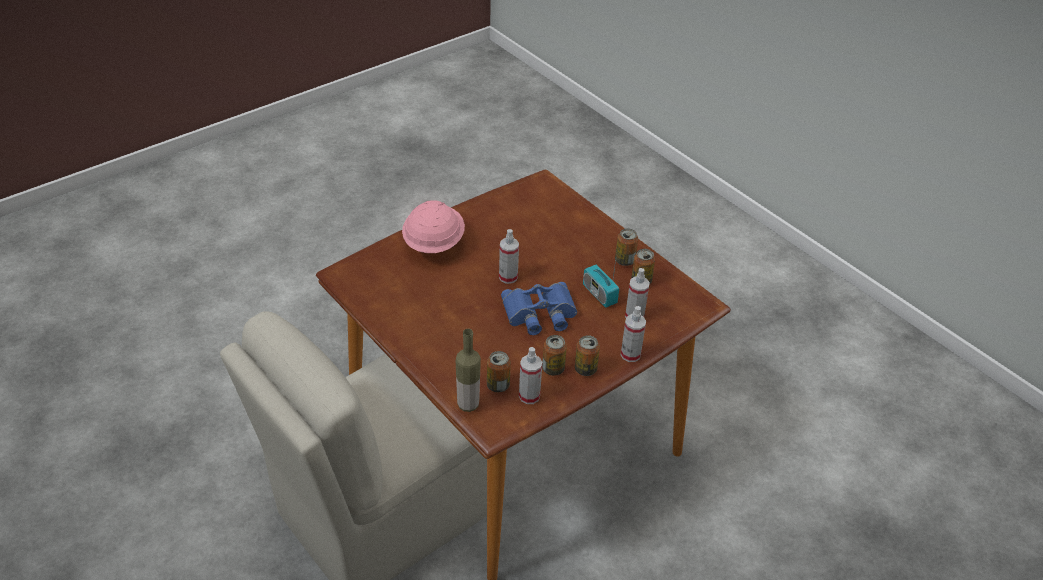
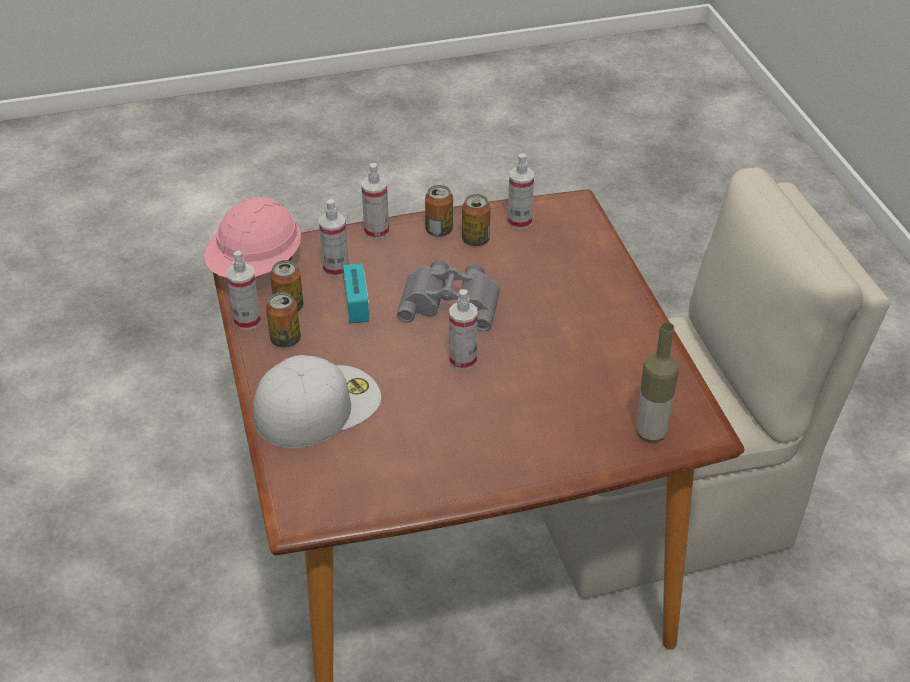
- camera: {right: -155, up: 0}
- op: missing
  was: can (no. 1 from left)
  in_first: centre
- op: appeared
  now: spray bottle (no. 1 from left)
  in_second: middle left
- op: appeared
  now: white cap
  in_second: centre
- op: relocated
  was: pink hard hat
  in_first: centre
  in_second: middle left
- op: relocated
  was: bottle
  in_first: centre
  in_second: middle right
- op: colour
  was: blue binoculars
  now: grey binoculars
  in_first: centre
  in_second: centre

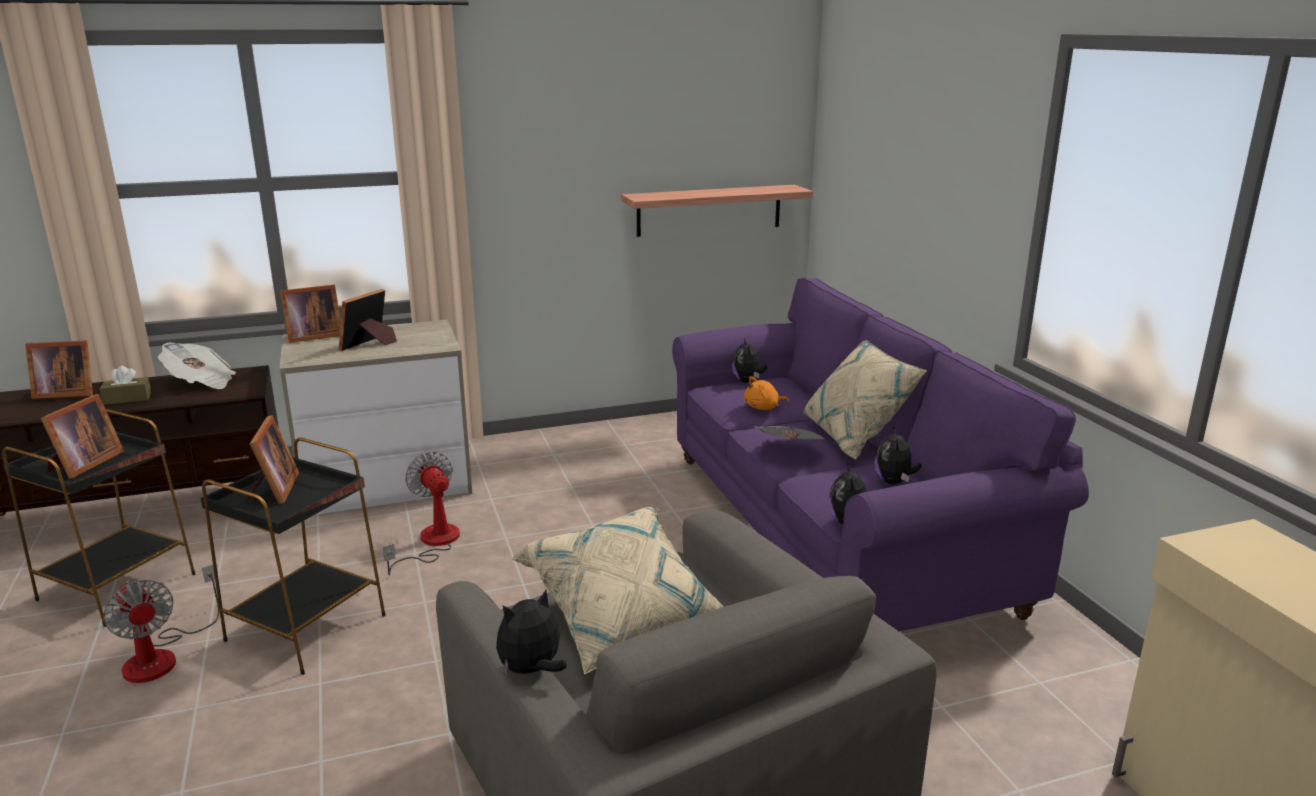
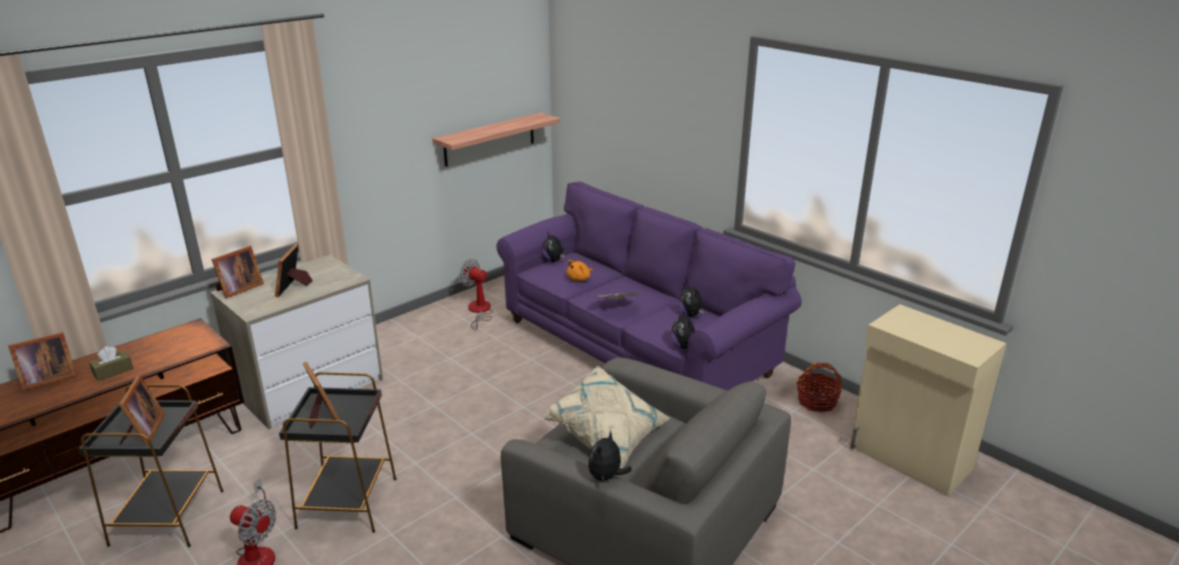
- camera: {right: -25, up: 5}
- op: missing
  was: newspaper (no. 1 from left)
  in_first: middle left
- op: missing
  was: beige pillow (no. 2 from left)
  in_first: centre
- op: appeared
  now: basket
  in_second: bottom right
- op: relocated
  was: fan (no. 2 from left)
  in_first: middle left
  in_second: centre

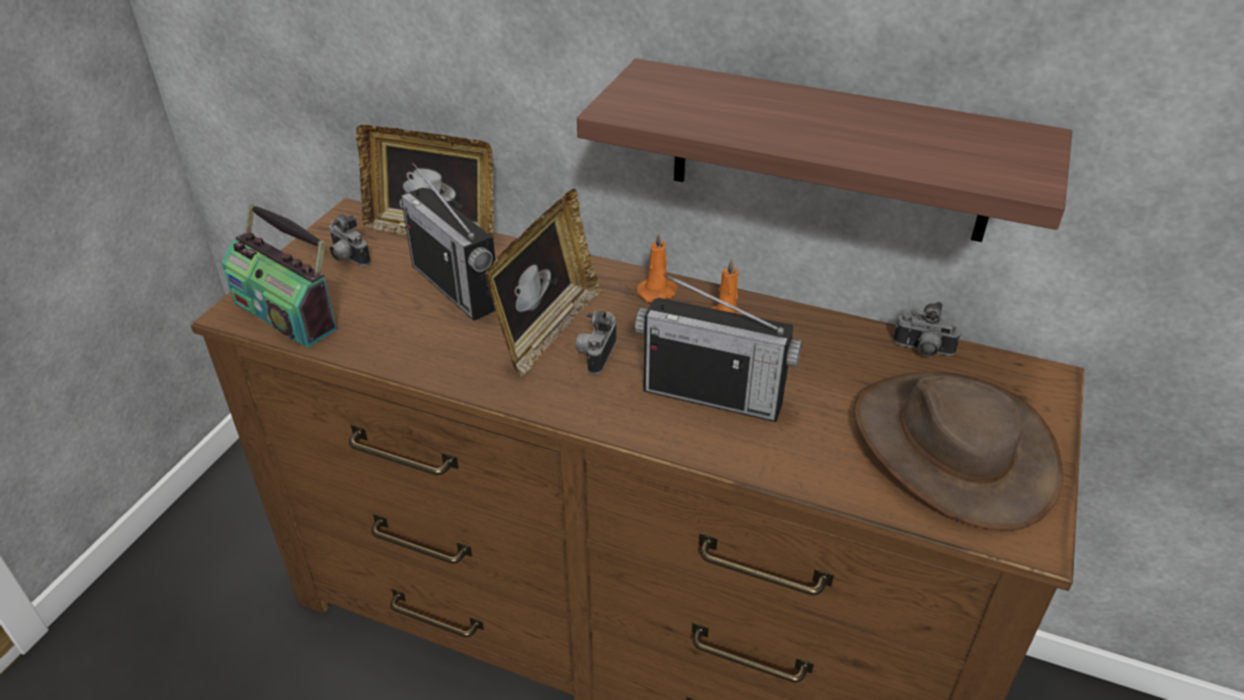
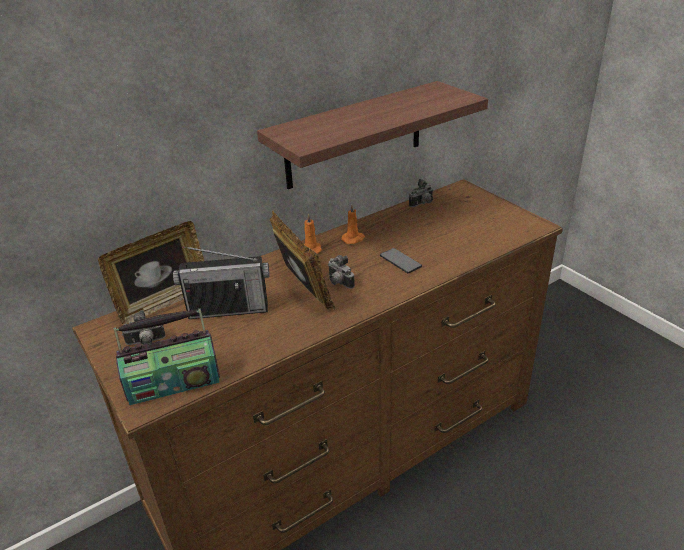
- camera: {right: -55, up: -5}
- op: missing
  was: brown hat
  in_first: middle right
- op: exchanged
  was: radio (no. 3 from left)
  now: phone
  in_first: centre
  in_second: centre

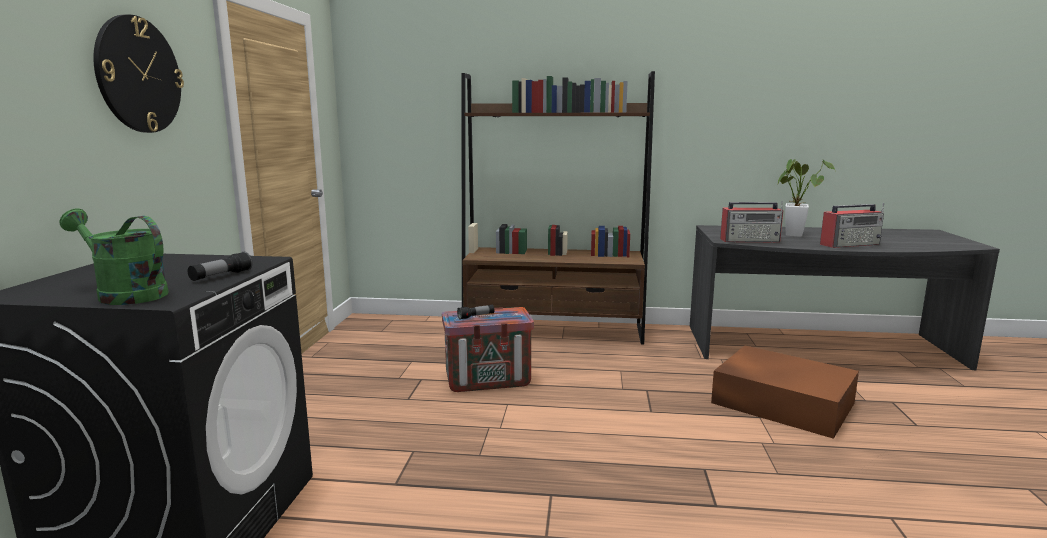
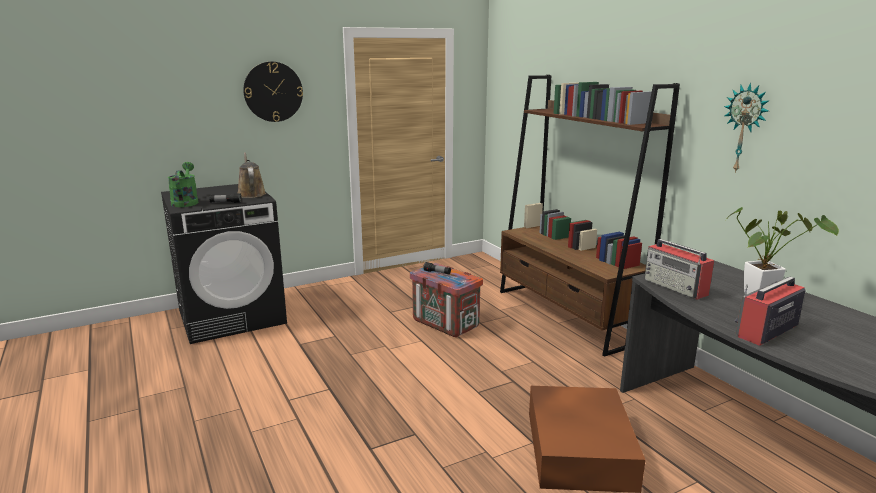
- camera: {right: 55, up: 5}
- op: appeared
  now: brown watering can
  in_second: middle left
- op: appeared
  now: wall clock (no. 2 from left)
  in_second: top right
- op: spun
  was: radio (no. 2 from left)
  in_first: middle right
  in_second: middle right
  clockwise: 105

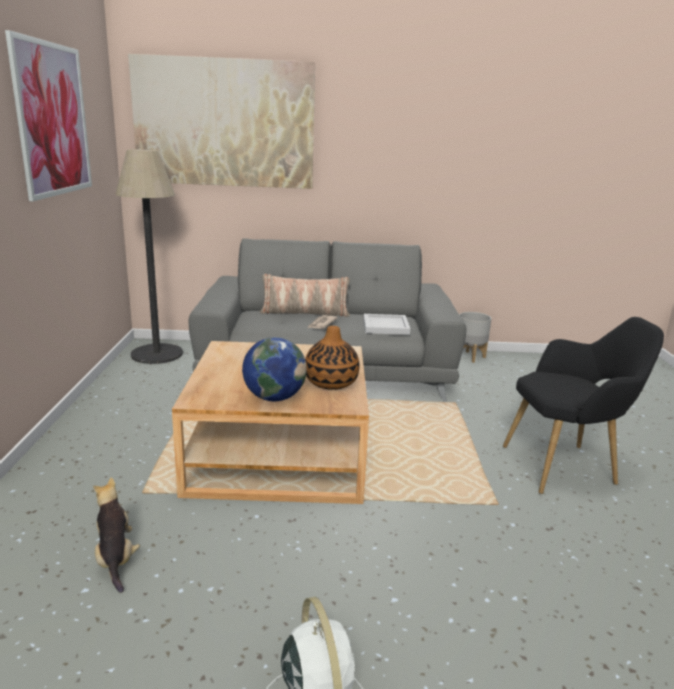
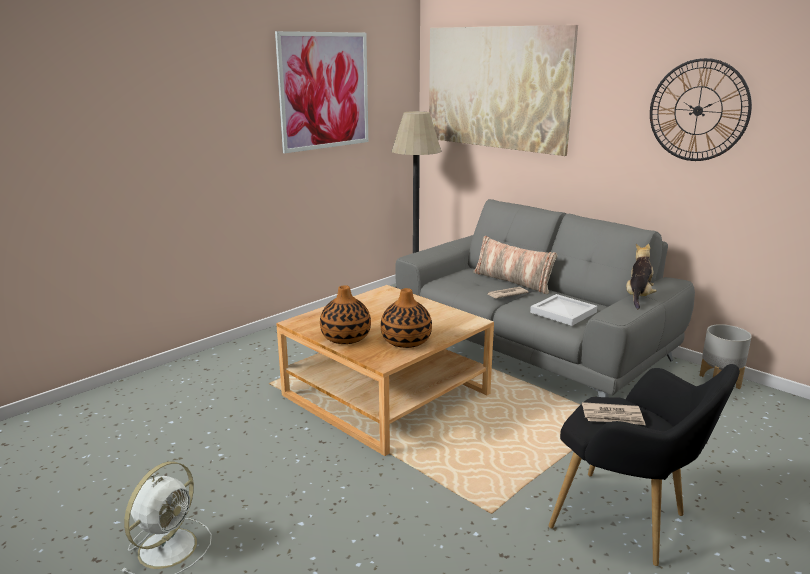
- camera: {right: 45, up: 0}
- op: appeared
  now: newspaper (no. 2 from left)
  in_second: bottom right
- op: appeared
  now: wall clock
  in_second: top right
- op: relocated
  was: plush toy
  in_first: bottom left
  in_second: middle right
- op: exchanged
  was: globe
  now: vase (no. 1 from left)
  in_first: centre
  in_second: centre

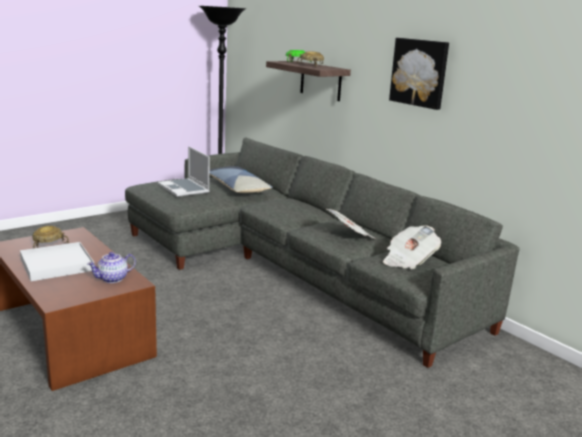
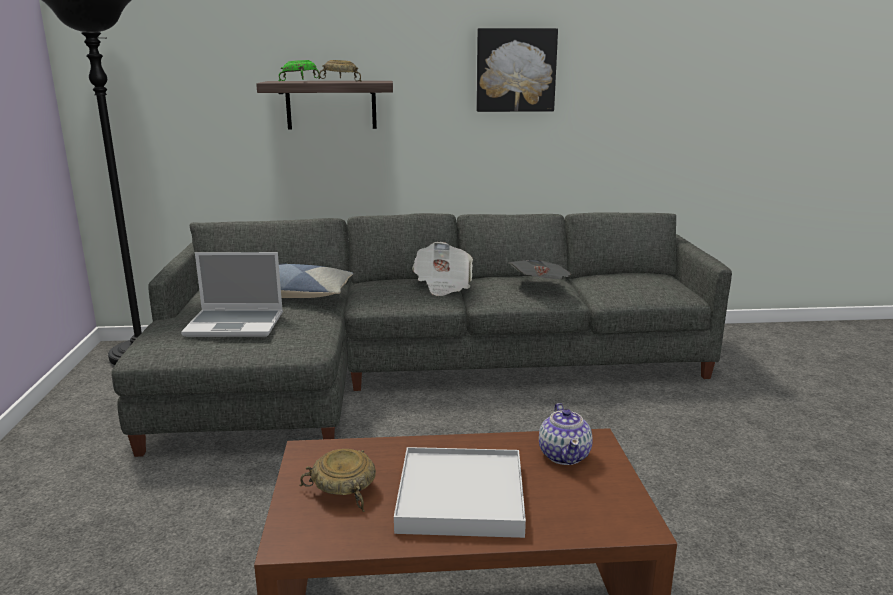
- camera: {right: -55, up: 0}
- op: relocated
  was: newspaper (no. 2 from left in the first image)
  now: newspaper (no. 1 from left)
  in_first: middle right
  in_second: centre

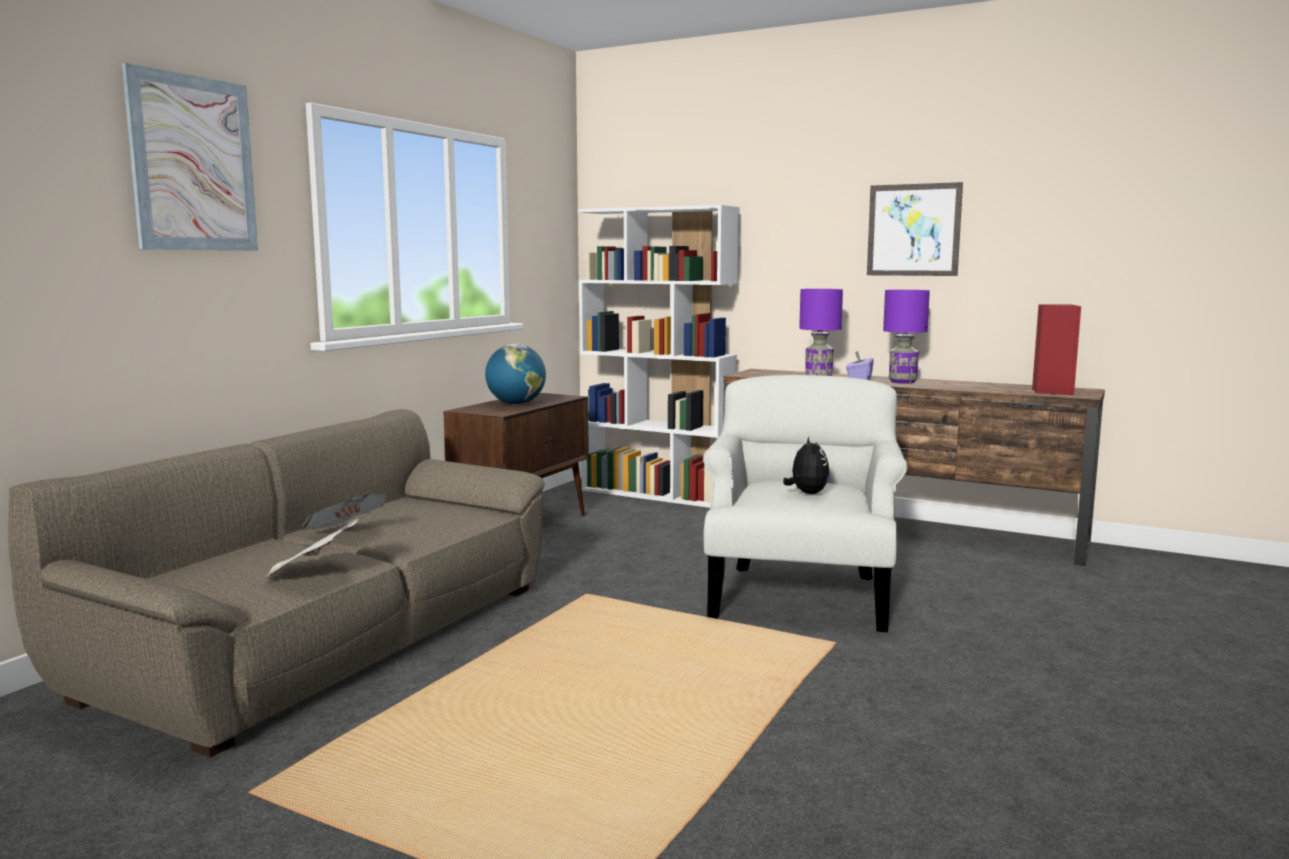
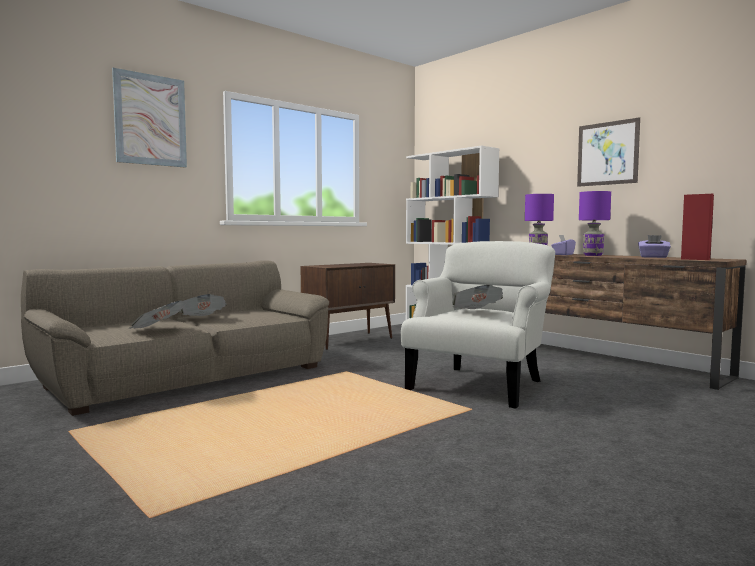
- camera: {right: 20, up: -5}
- op: missing
  was: globe
  in_first: centre
- op: appeared
  now: purple tissue box (no. 2 from left)
  in_second: middle right
- op: exchanged
  was: plush toy
  now: newspaper (no. 3 from left)
  in_first: centre
  in_second: centre

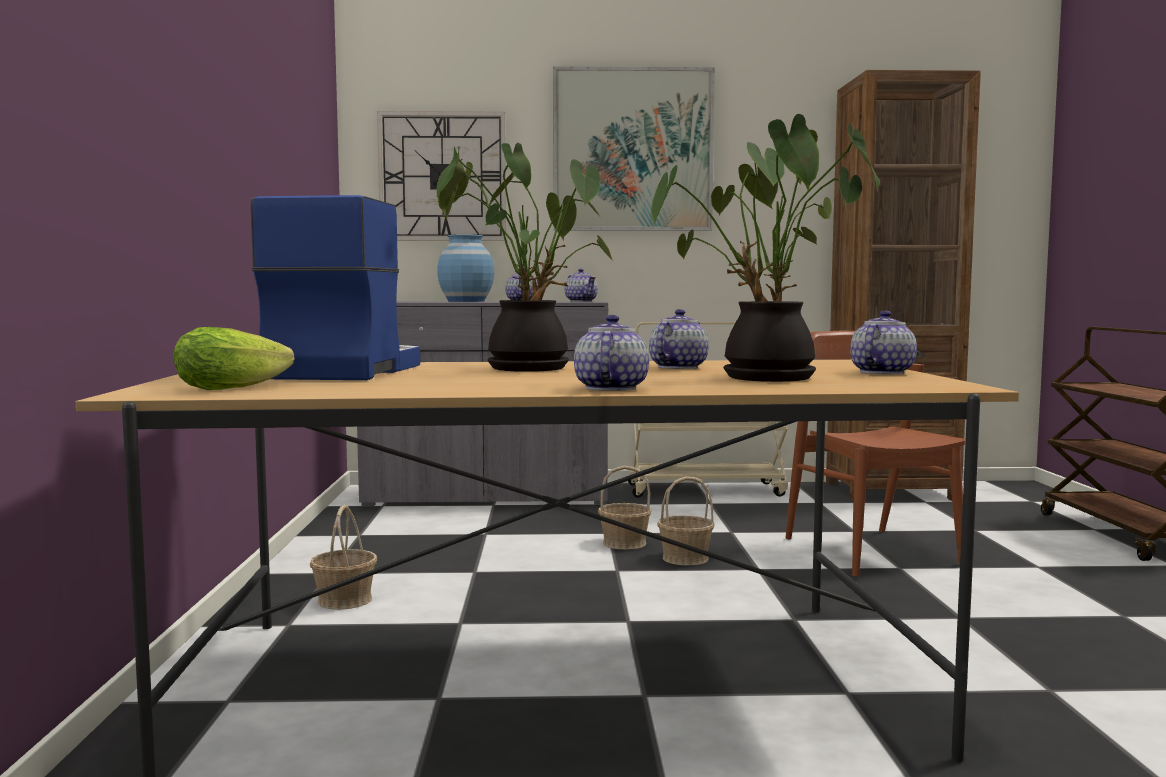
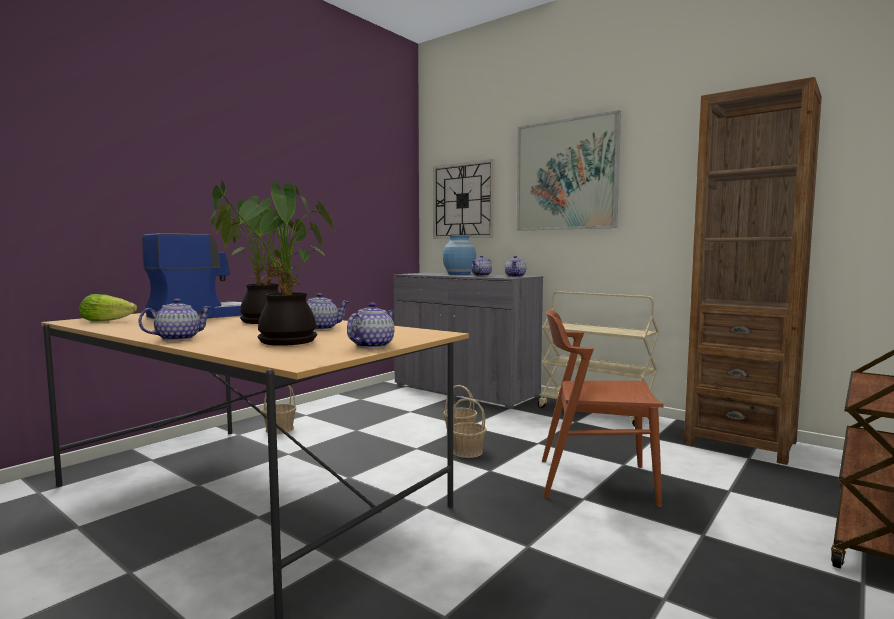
- camera: {right: 40, up: 0}
- op: spun
  was: brown chair
  in_first: middle right
  in_second: middle right
  clockwise: -105
- op: spun
  was: teapot (no. 5 from left in the first image)
  in_first: middle right
  in_second: centre
  clockwise: -45

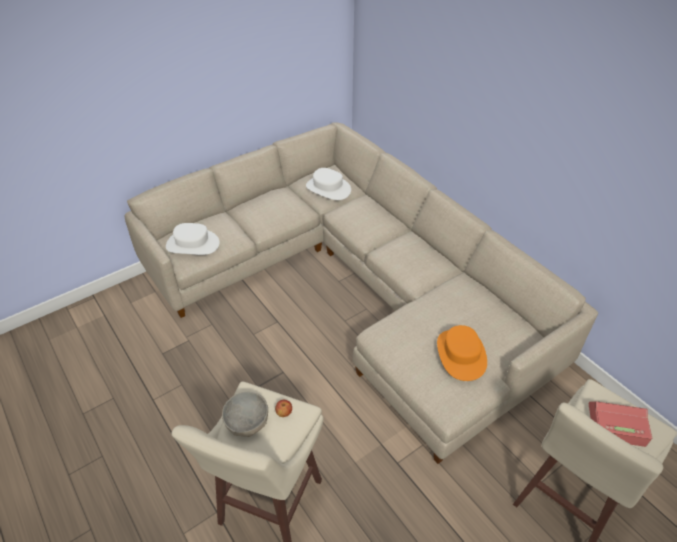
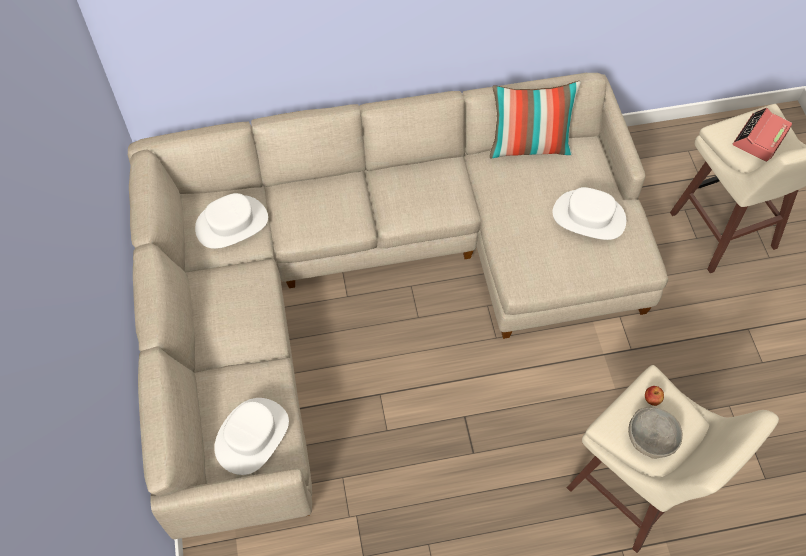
- camera: {right: -65, up: 15}
- op: appeared
  now: pillow
  in_second: top centre
- op: colour
  was: orange hat
  now: white hat (no. 3 from left)
  in_first: middle right
  in_second: middle right

